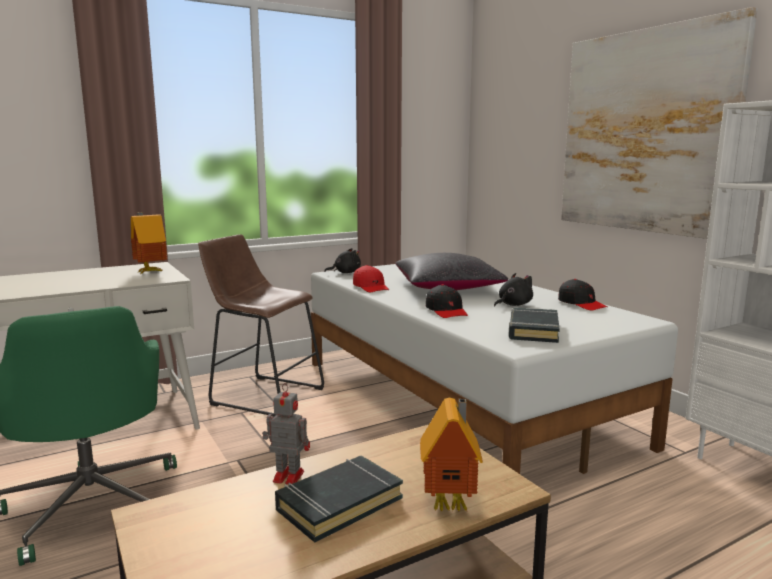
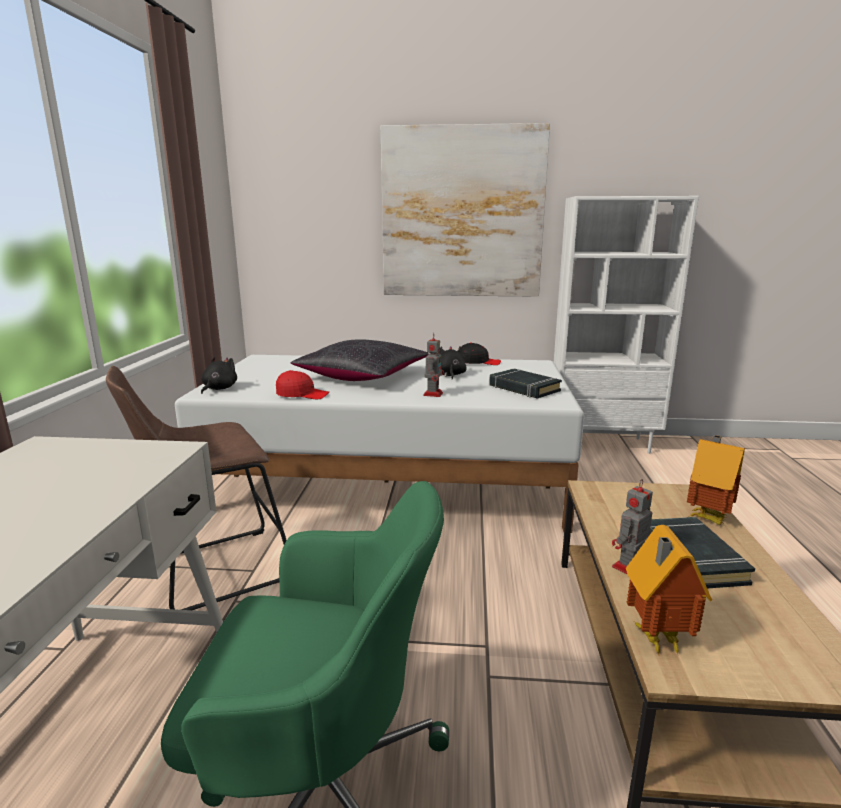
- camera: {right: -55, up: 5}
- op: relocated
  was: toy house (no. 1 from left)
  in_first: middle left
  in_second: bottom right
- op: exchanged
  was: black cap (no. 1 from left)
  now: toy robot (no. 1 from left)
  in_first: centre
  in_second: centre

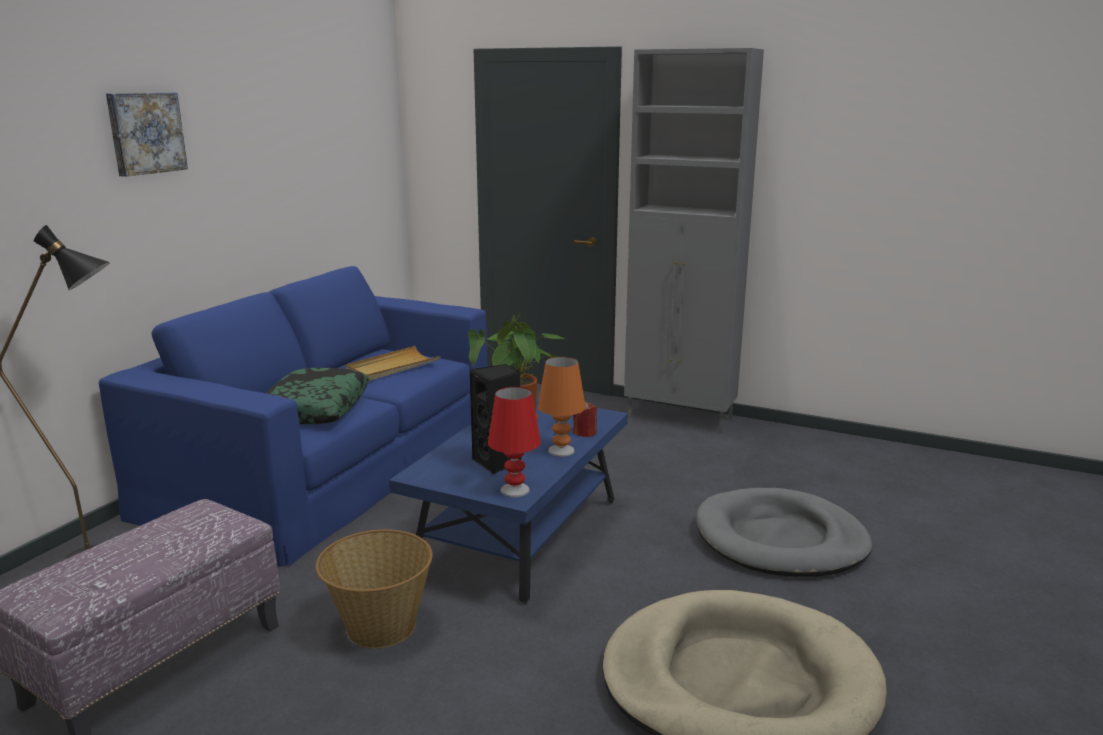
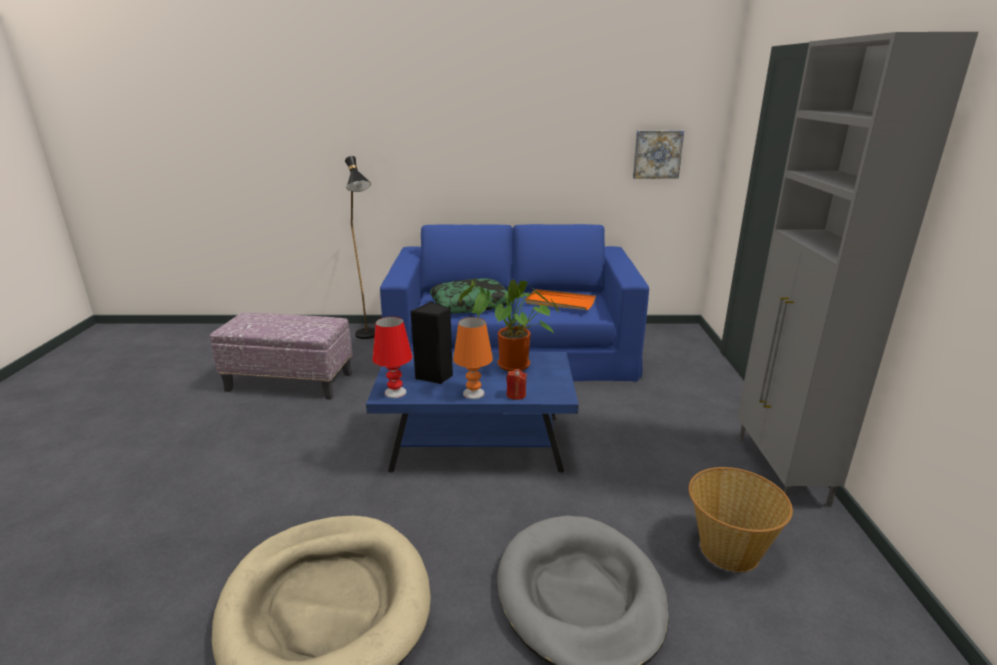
- camera: {right: 65, up: 5}
- op: relocated
  was: picture
  in_first: top left
  in_second: top centre
- op: relocated
  was: basket
  in_first: bottom centre
  in_second: bottom right
- op: colour
  was: beige tray
  now: orange tray
  in_first: centre
  in_second: centre

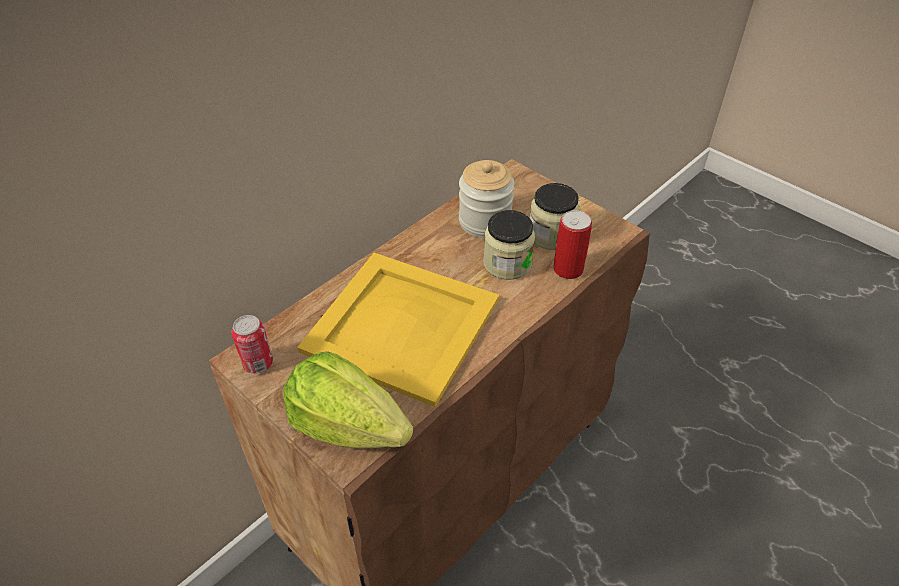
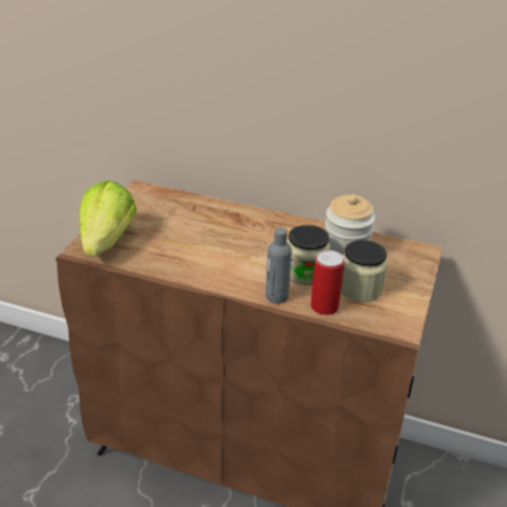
- camera: {right: 65, up: -10}
- op: missing
  was: can (no. 1 from left)
  in_first: middle left
- op: missing
  was: yellow tray
  in_first: centre
- op: appeared
  now: grey bottle
  in_second: centre

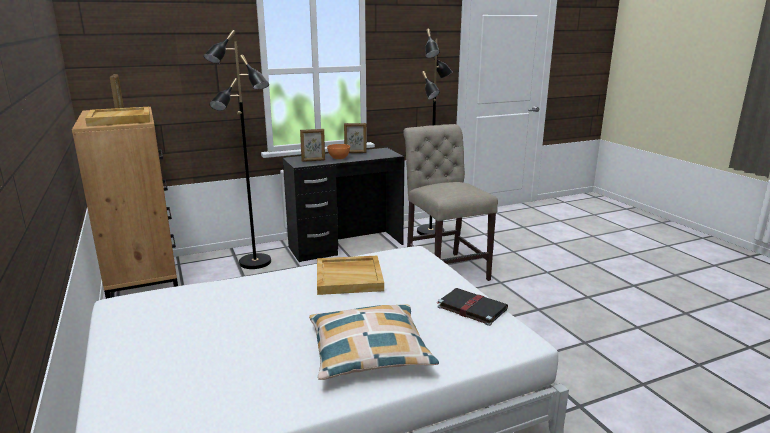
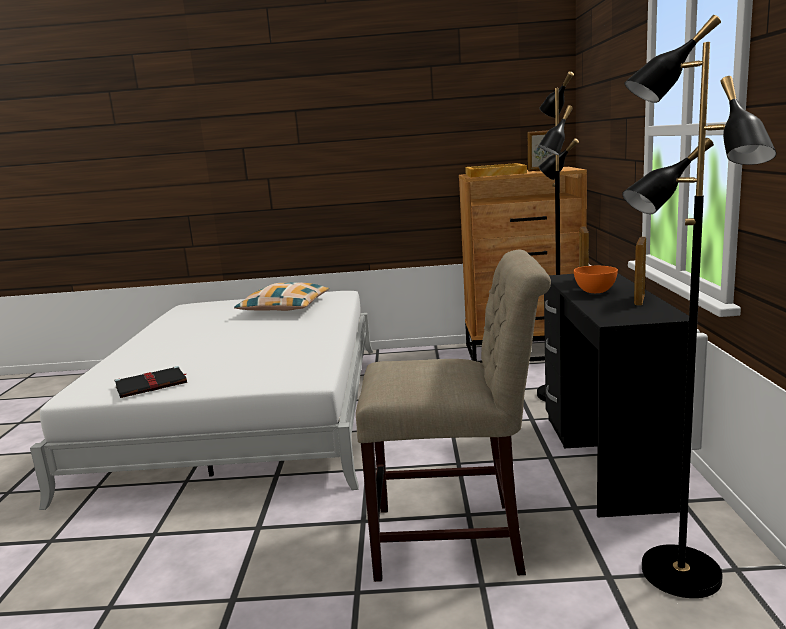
- camera: {right: 115, up: -5}
- op: missing
  was: beige tray (no. 2 from left)
  in_first: centre
- op: relocated
  was: pillow
  in_first: bottom centre
  in_second: centre

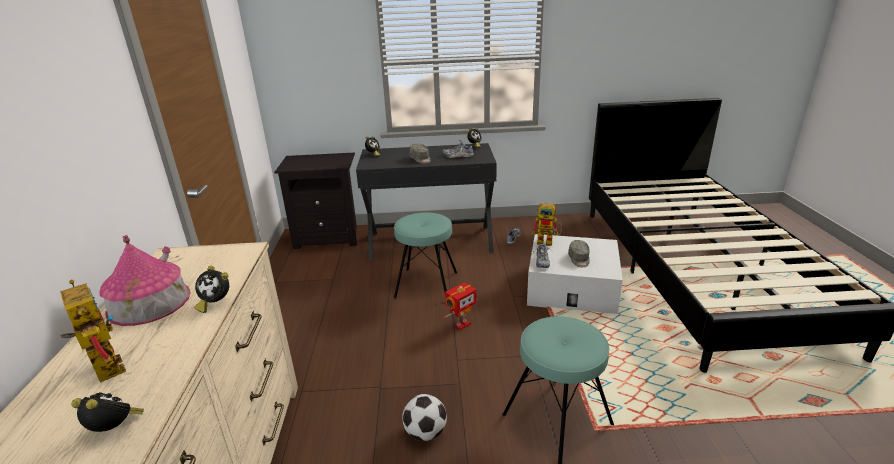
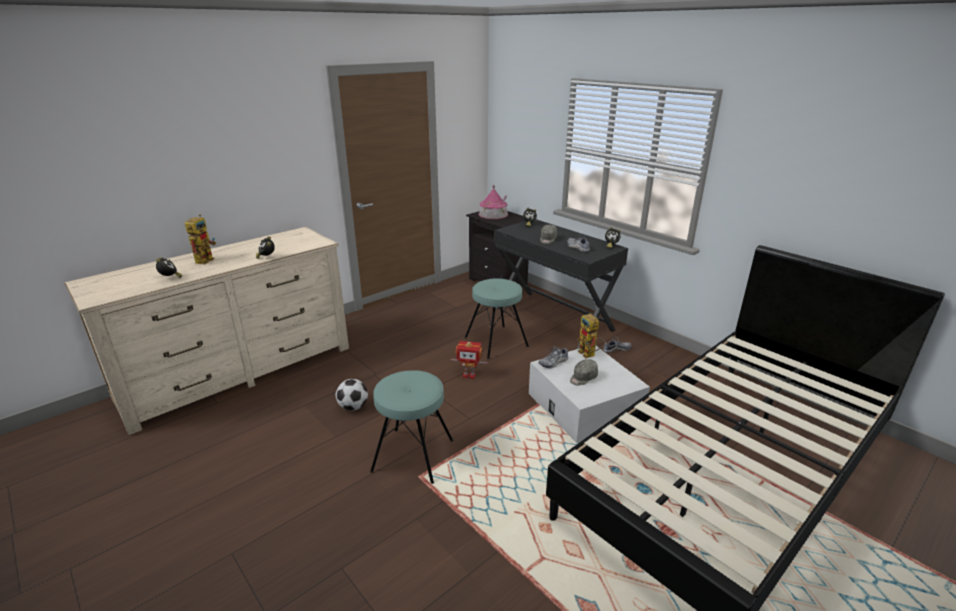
- camera: {right: 50, up: 0}
- op: relocated
  was: toy house
  in_first: middle left
  in_second: top centre

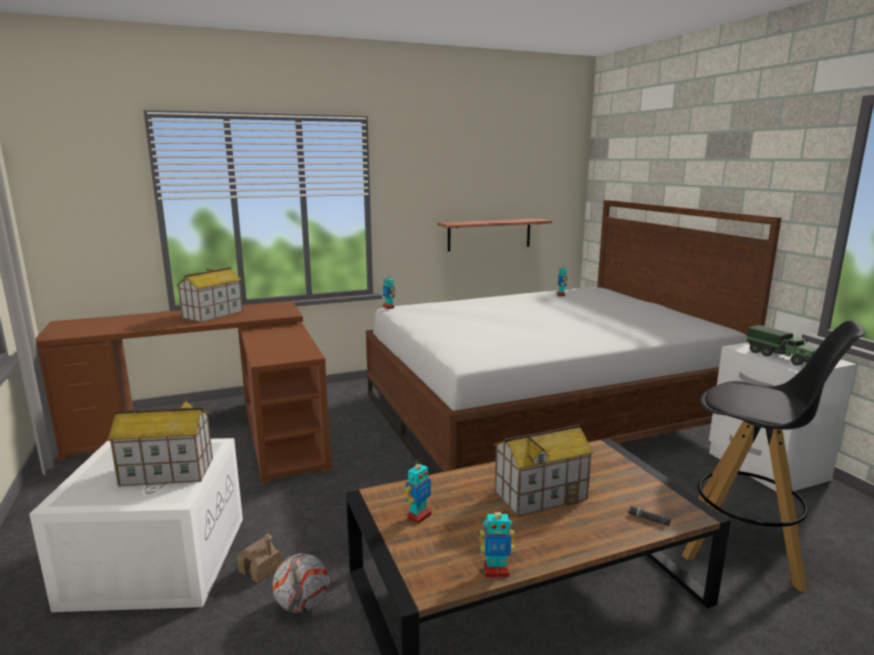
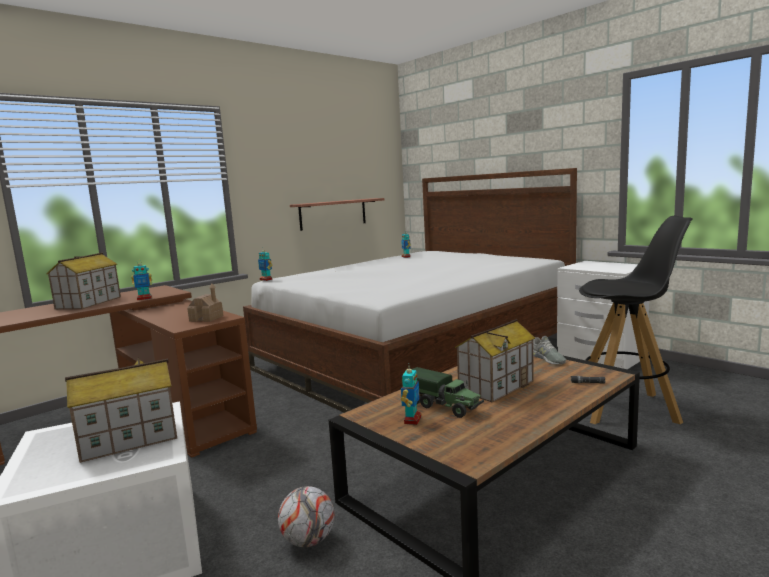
- camera: {right: -20, up: -5}
- op: appeared
  now: grey shoe
  in_second: middle right
- op: relocated
  was: toy house (no. 3 from left)
  in_first: bottom left
  in_second: middle left
- op: relocated
  was: toy robot (no. 3 from left in the first image)
  now: toy robot (no. 1 from left)
  in_first: bottom centre
  in_second: middle left
- op: relocated
  was: toy truck
  in_first: middle right
  in_second: bottom centre

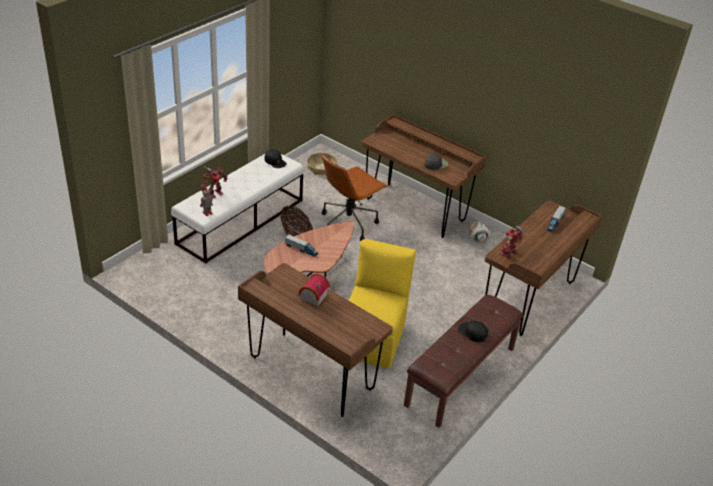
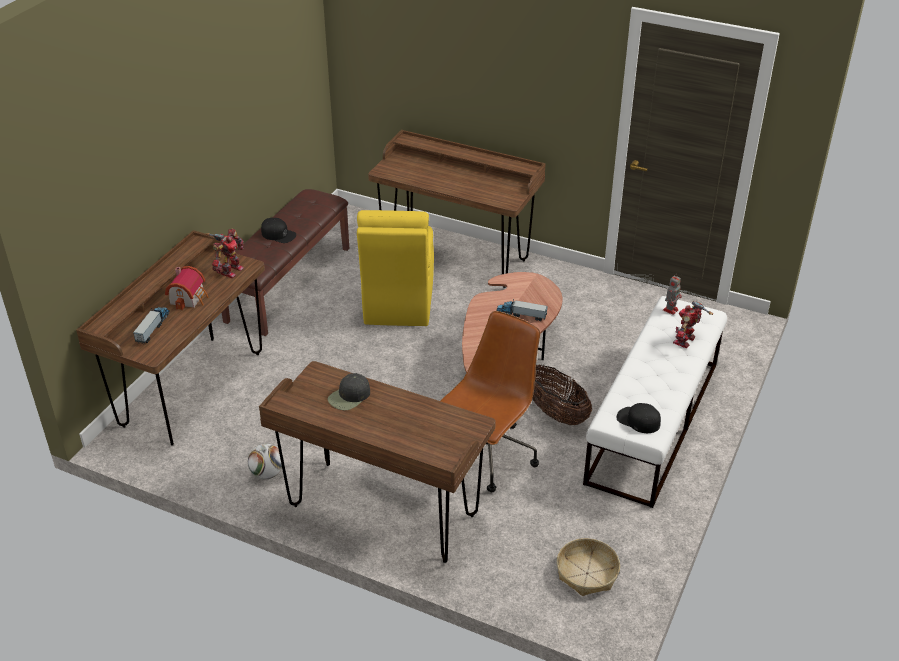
- camera: {right: 170, up: 0}
- op: relocated
  was: toy house
  in_first: centre
  in_second: middle left

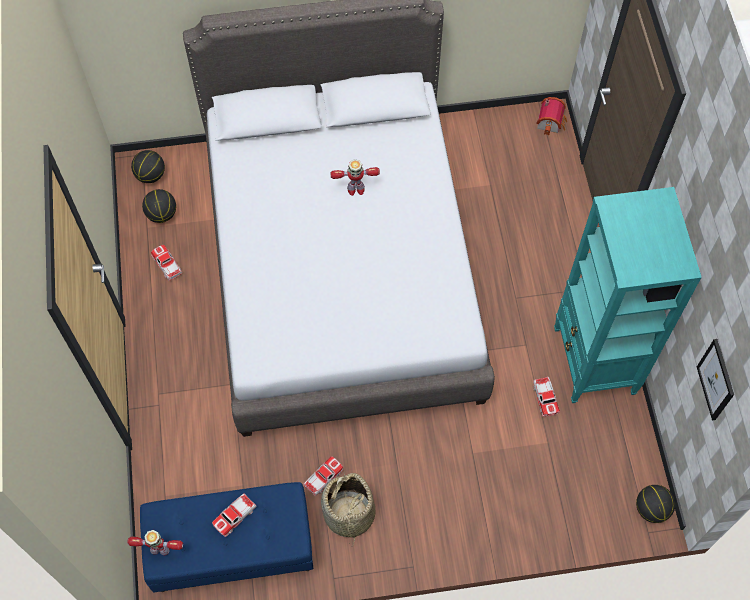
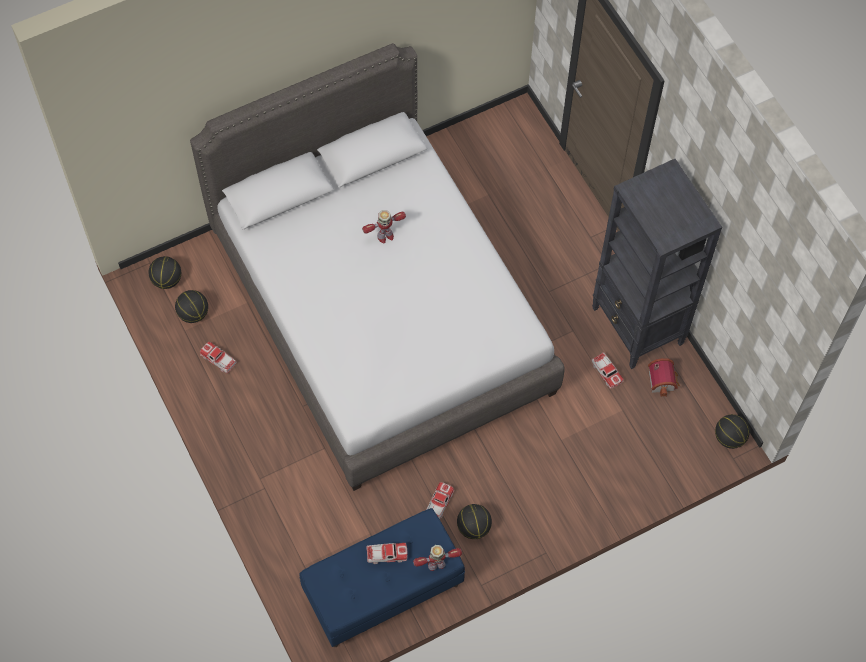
- camera: {right: -20, up: 0}
- op: missing
  was: picture
  in_first: middle right
- op: relocated
  was: toy robot (no. 1 from left in the first image)
  now: toy robot (no. 2 from left)
  in_first: bottom left
  in_second: bottom centre
- op: relocated
  was: toy house
  in_first: top right
  in_second: middle right
- op: exchanged
  was: basket
  now: basketball (no. 3 from left)
  in_first: bottom centre
  in_second: bottom centre
- op: colour
  was: turquoise bookcase
  now: black bookcase
  in_first: middle right
  in_second: middle right
- op: spun
  was: toy car (no. 2 from left)
  in_first: bottom left
  in_second: bottom centre
  clockwise: -120

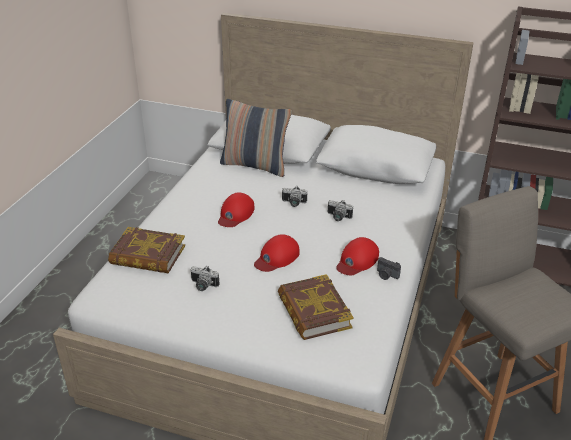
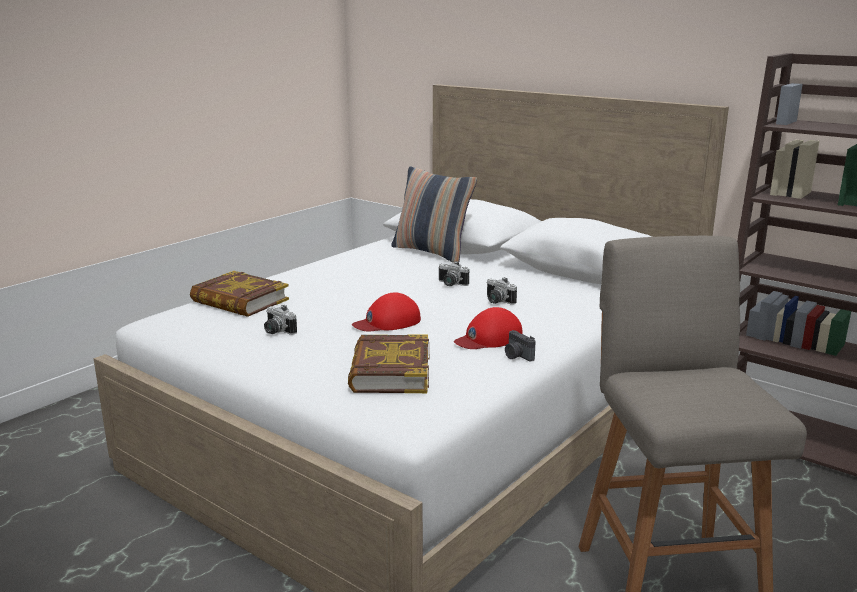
- camera: {right: 20, up: -15}
- op: missing
  was: red cap (no. 1 from left)
  in_first: centre

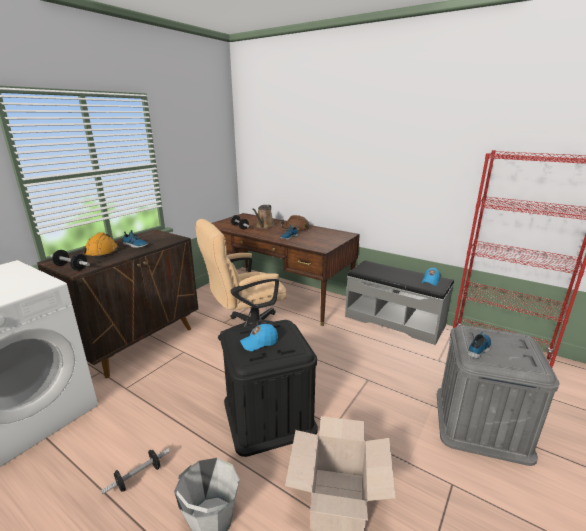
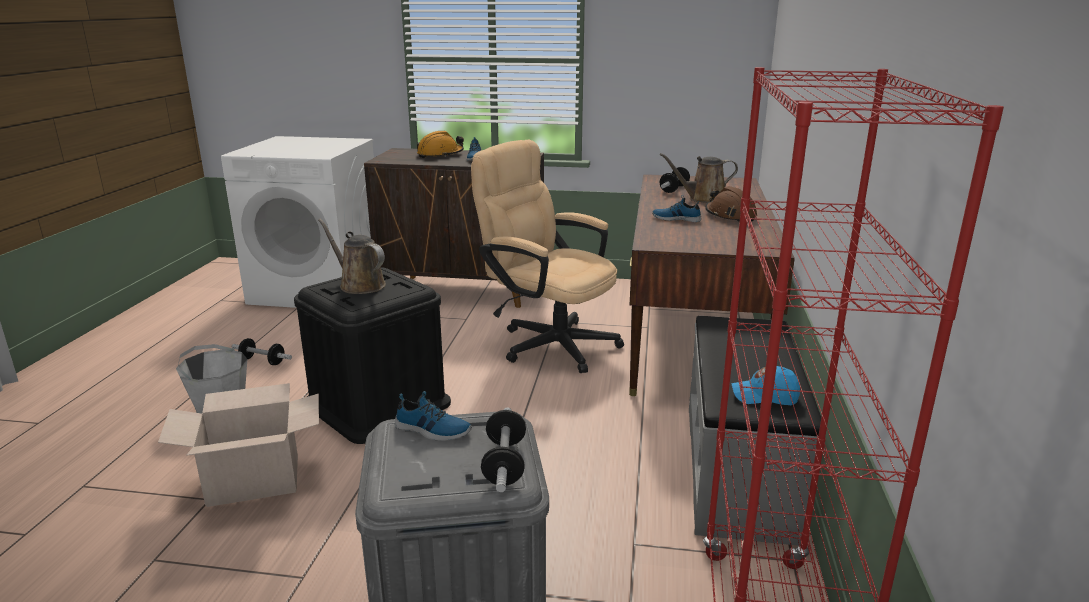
- camera: {right: 65, up: 0}
- op: relocated
  was: dumbbell (no. 1 from left in the first image)
  now: dumbbell (no. 2 from left)
  in_first: middle left
  in_second: bottom centre
- op: exchanged
  was: blue cap (no. 1 from left)
  now: brown watering can (no. 1 from left)
  in_first: centre
  in_second: middle left

